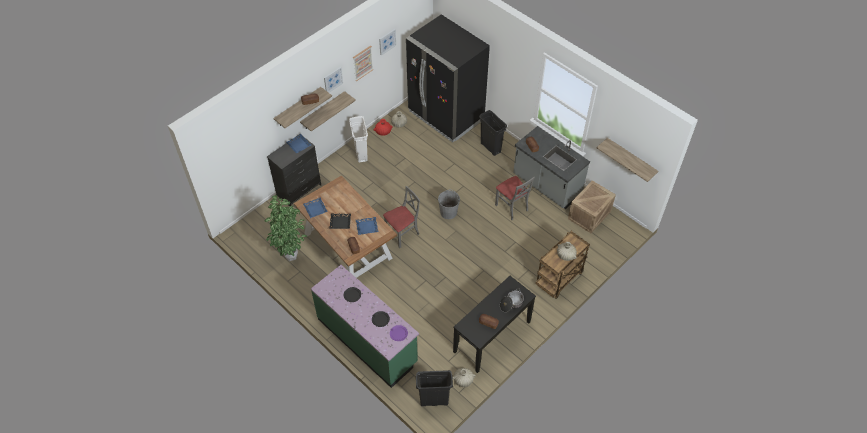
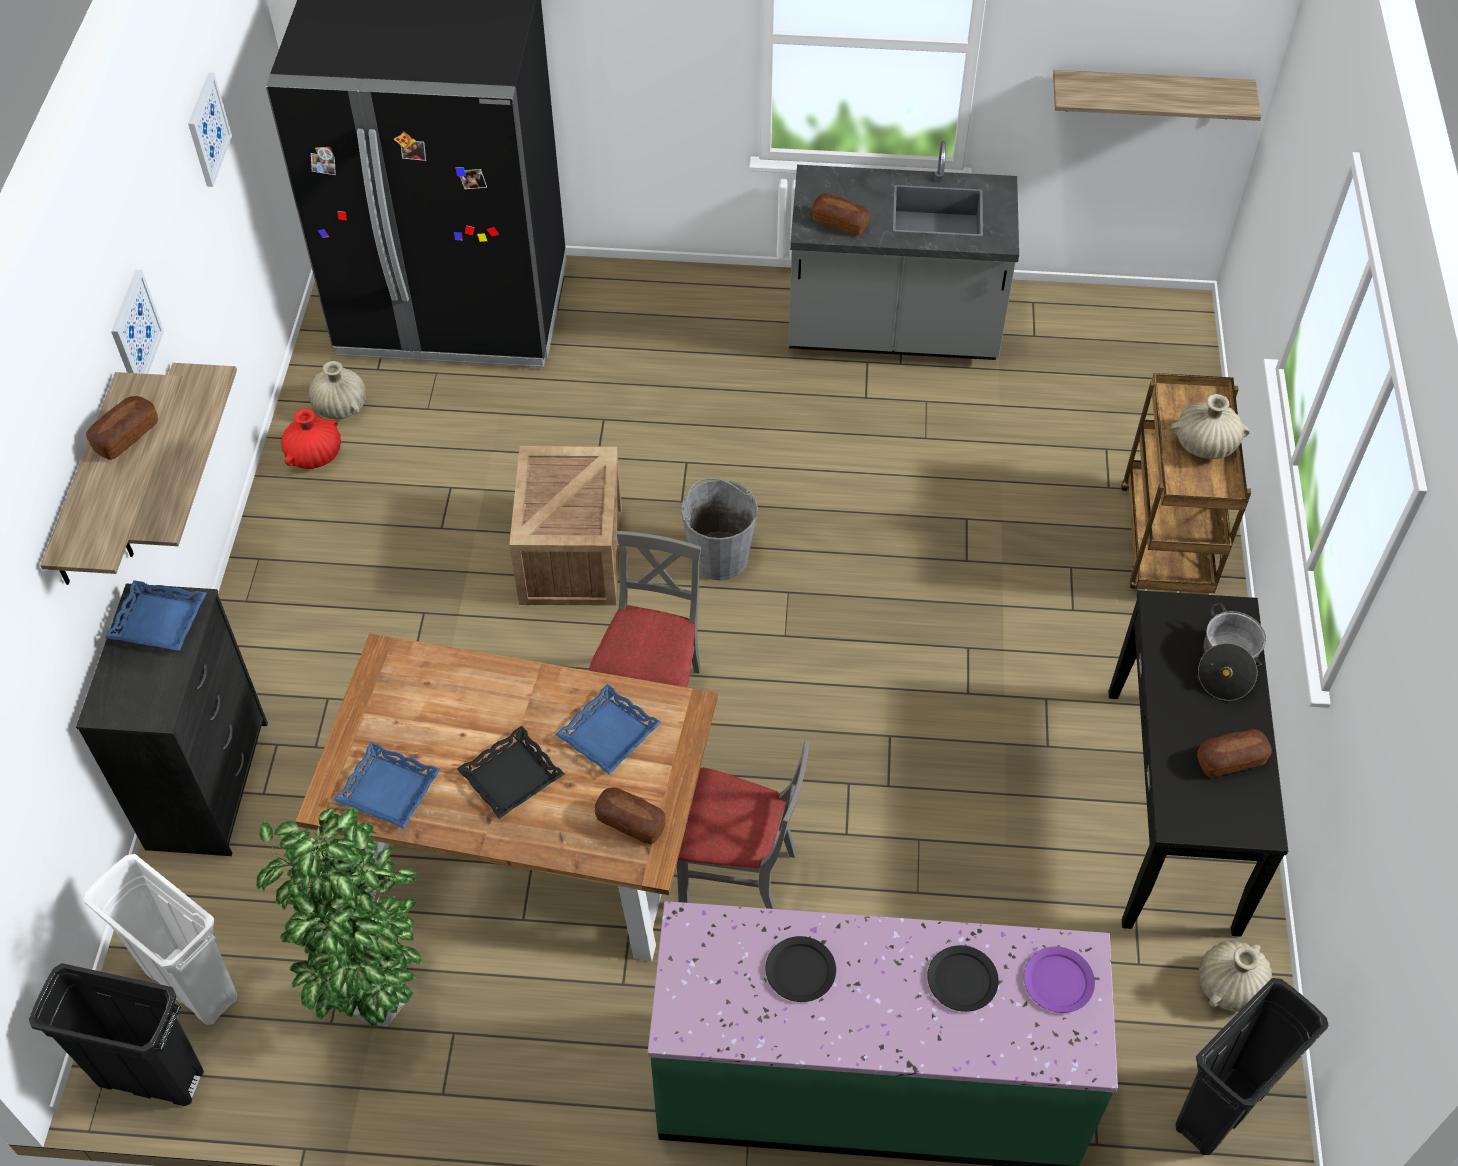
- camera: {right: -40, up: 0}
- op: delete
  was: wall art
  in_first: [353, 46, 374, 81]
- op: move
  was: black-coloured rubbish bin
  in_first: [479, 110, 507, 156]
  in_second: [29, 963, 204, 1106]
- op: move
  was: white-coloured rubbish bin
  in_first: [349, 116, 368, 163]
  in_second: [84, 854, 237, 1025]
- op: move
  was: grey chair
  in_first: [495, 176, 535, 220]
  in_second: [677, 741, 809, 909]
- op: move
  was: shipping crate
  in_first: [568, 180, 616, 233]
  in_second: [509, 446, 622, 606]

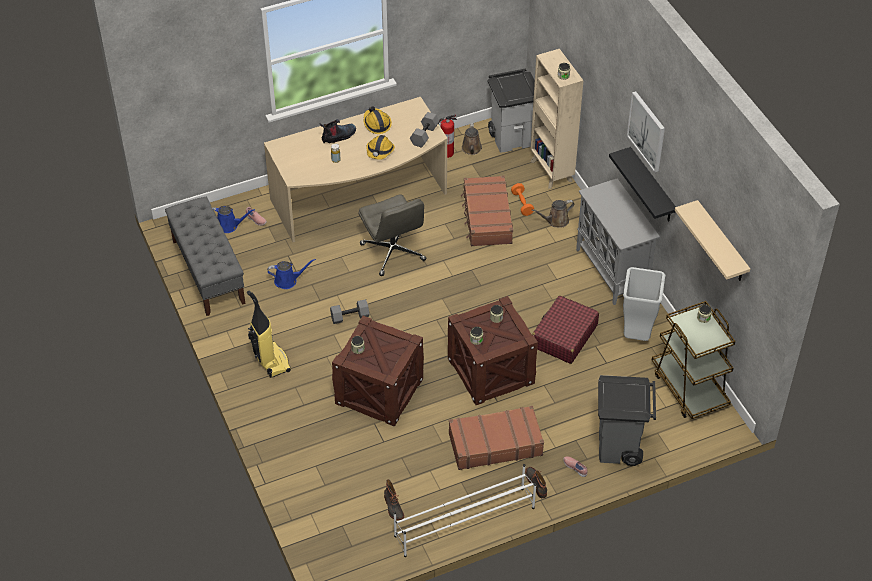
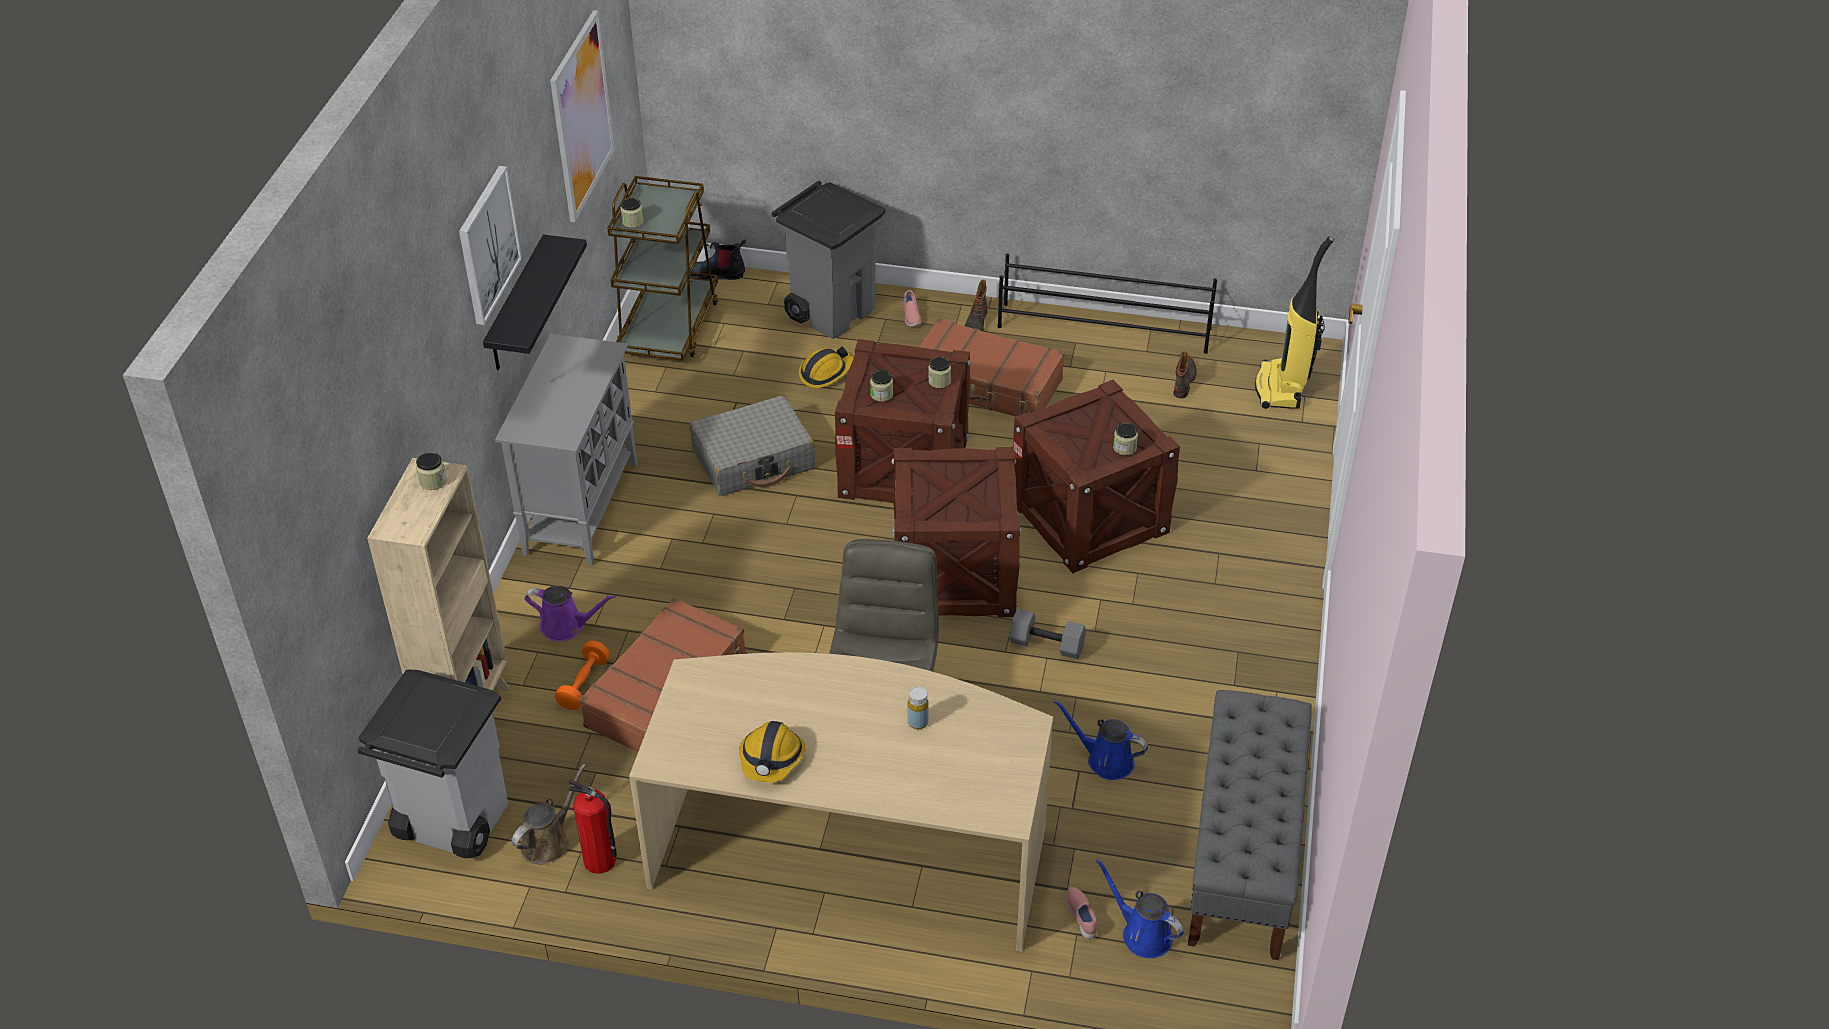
- camera: {right: -145, up: -5}
- op: delete
  was: grey hand weight
  in_first: [410, 112, 440, 148]
- op: move
  was: tall boot
  in_first: [319, 119, 356, 144]
  in_second: [690, 240, 746, 280]
- op: move
  was: safety helmet
  in_first: [366, 135, 395, 160]
  in_second: [799, 346, 853, 388]
- op: recolor
  was: brown-coloured watering can
  now: purple watering can
  in_first: [532, 200, 574, 227]
  in_second: [525, 586, 616, 641]
- op: replace
  was: beige-coloured wall shelf
  now: wall art
  in_first: [675, 200, 750, 281]
  in_second: [550, 10, 615, 222]
- op: delete
  was: grey rubbish bin
  in_first: [623, 267, 665, 341]
- op: move
  was: vacuum
  in_first: [247, 291, 291, 378]
  in_second: [1255, 236, 1334, 409]
- op: recolor
  was: red suitcase
  now: grey suitcase
  in_first: [532, 295, 599, 364]
  in_second: [689, 396, 815, 496]
- op: recolor
  was: white-coloured shoe stand
  now: black-coloured shoe stand
  in_first: [393, 464, 536, 557]
  in_second: [997, 253, 1217, 354]
- op: insert
  now: shipping crate
  in_second: [891, 447, 1021, 617]

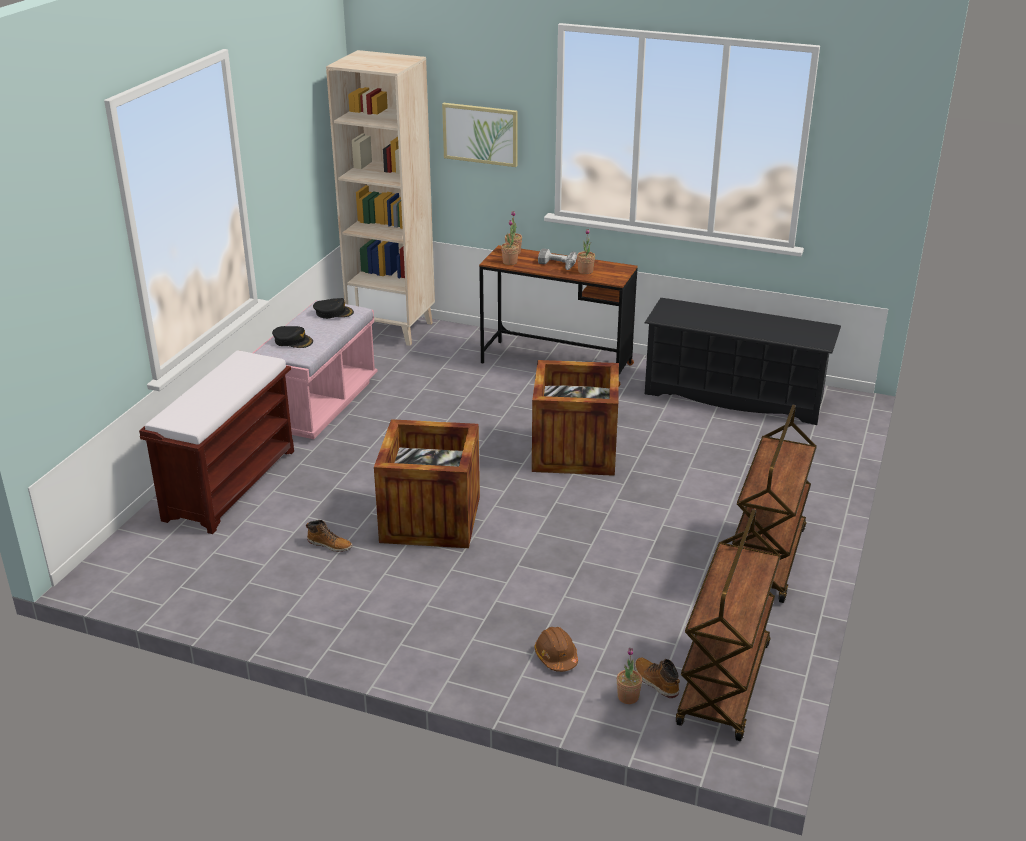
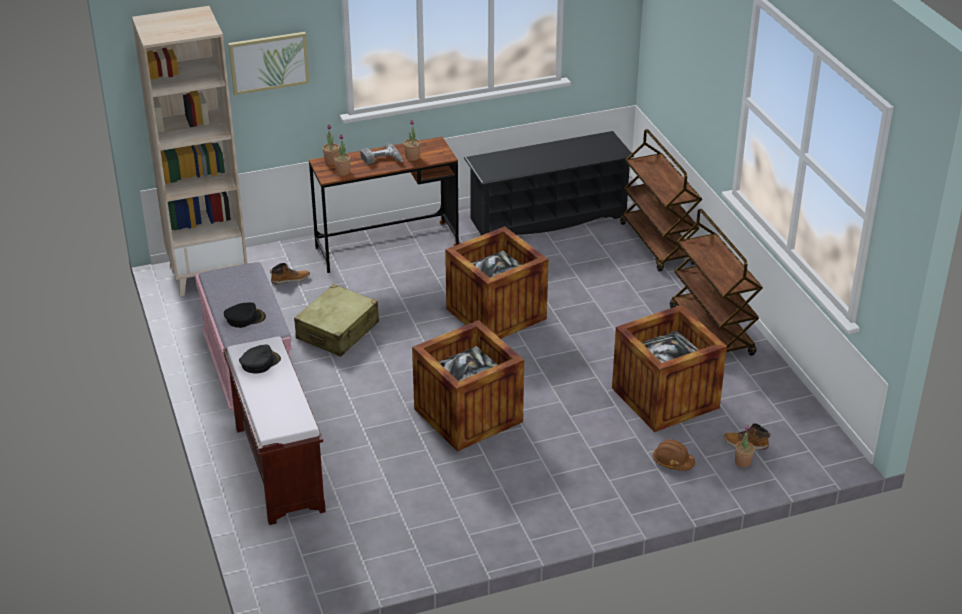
- camera: {right: -40, up: 5}
- op: move
  was: black-coloured peaked cap
  in_first: [313, 298, 354, 319]
  in_second: [239, 344, 281, 374]
- op: move
  was: brown-coloured wheeled cart
  in_first: [676, 509, 781, 741]
  in_second: [620, 129, 702, 272]
- op: move
  was: tall boot
  in_first: [306, 520, 352, 552]
  in_second: [270, 263, 310, 284]
- op: insert
  now: beige-coloured suitcase
  in_second: [294, 284, 379, 357]
- op: insert
  now: shipping crate
  in_second: [612, 305, 727, 432]

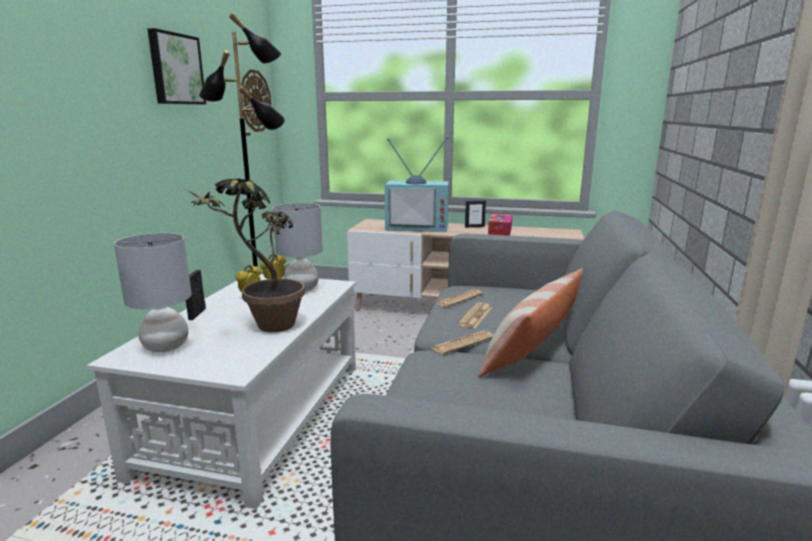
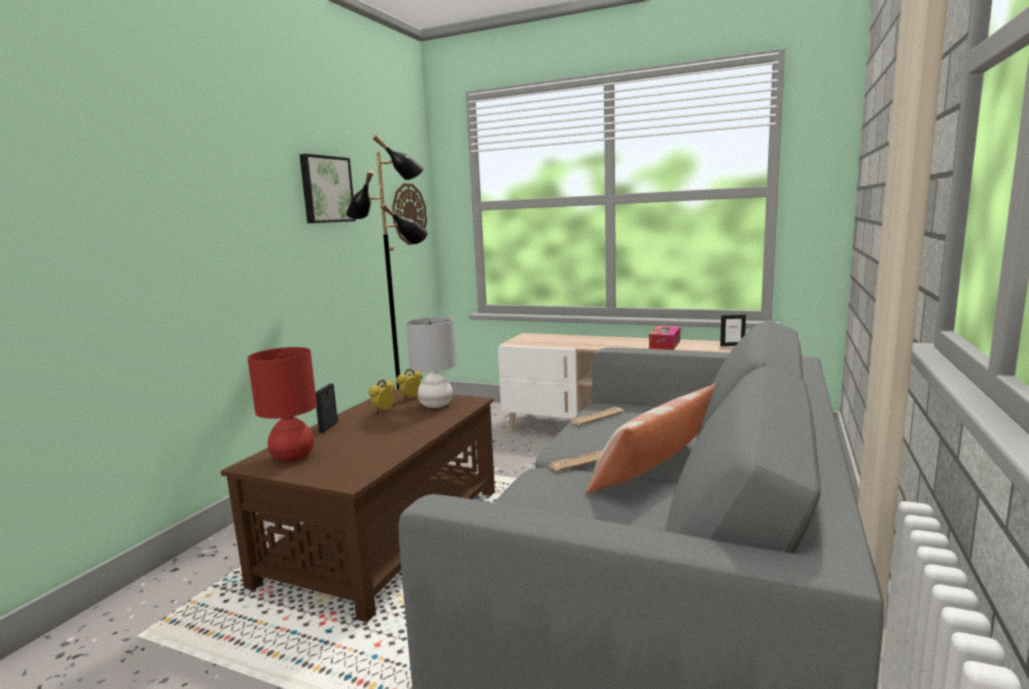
- camera: {right: 10, up: -5}
- op: delete
  was: TV
  in_first: [385, 136, 449, 232]
- op: delete
  was: houseplant
  in_first: [182, 178, 305, 332]
- op: move
  was: photo frame
  in_first: [465, 201, 486, 228]
  in_second: [720, 314, 746, 346]
- op: recolor
  was: grey tabletop lamp
  now: red tabletop lamp
  in_first: [114, 233, 192, 352]
  in_second: [247, 347, 317, 461]
- op: recolor
  was: white-coloured lounge table
  now: brown-coloured lounge table
  in_first: [87, 274, 356, 509]
  in_second: [221, 389, 495, 622]
- op: delete
  was: printed paper
  in_first: [458, 302, 492, 328]

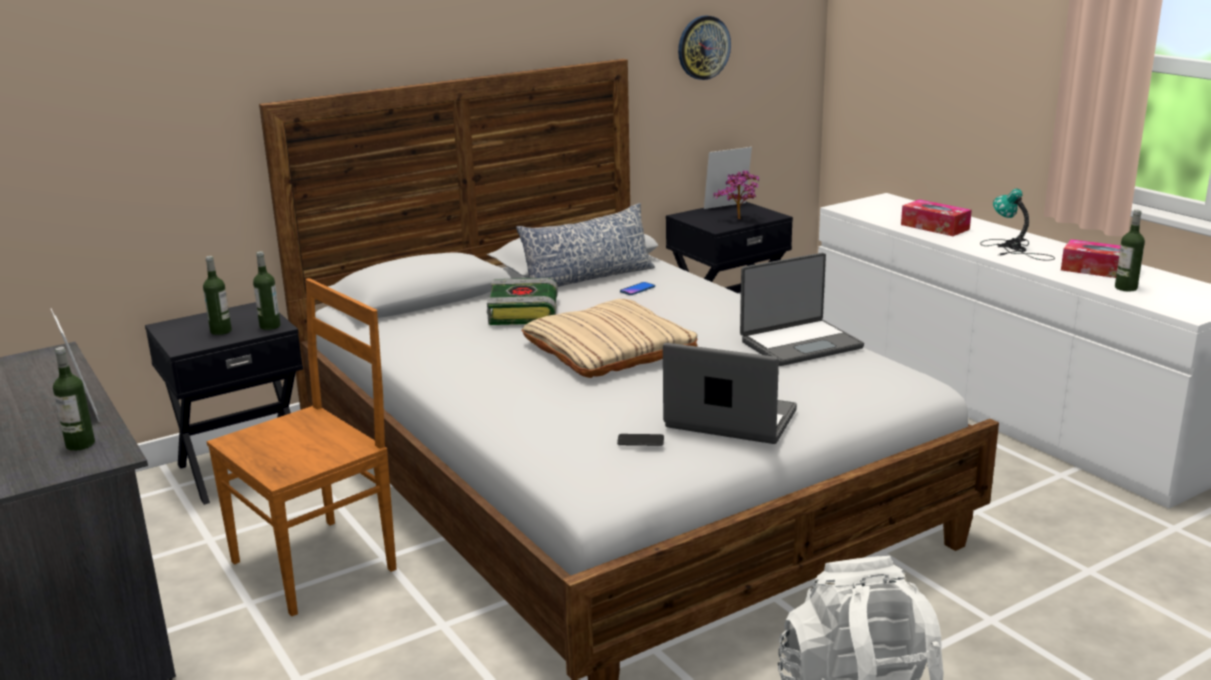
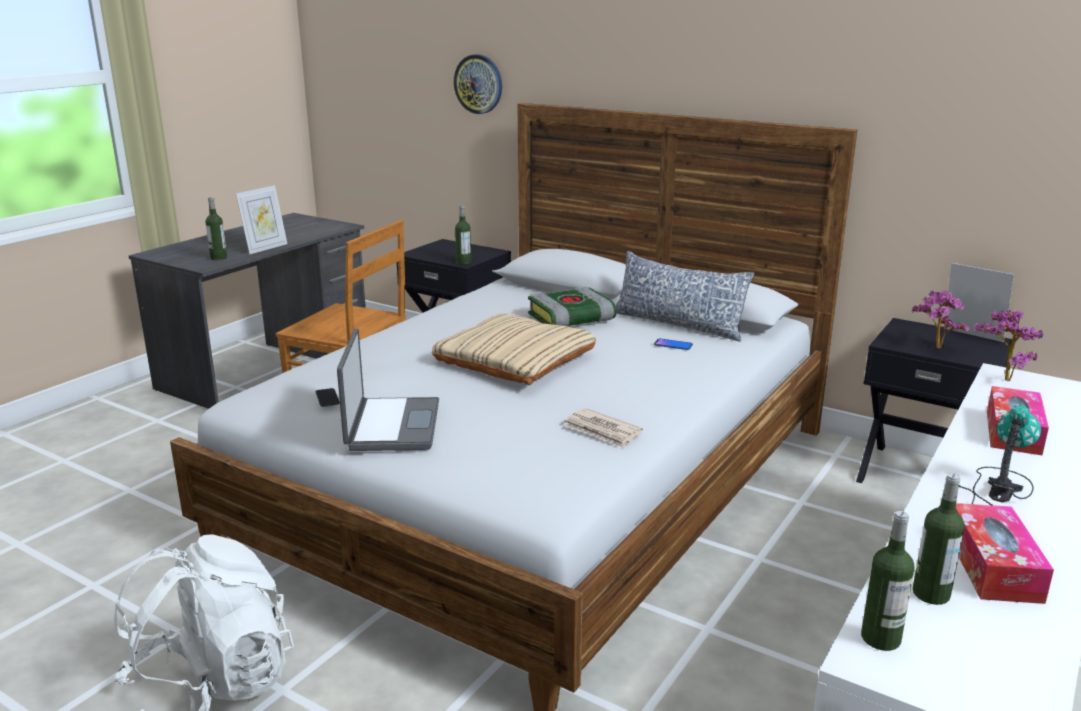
- camera: {right: 65, up: 0}
- op: move
  was: clock on the wall
  in_first: [678, 15, 731, 80]
  in_second: [454, 54, 502, 114]
- op: replace
  was: portable computer
  now: printed paper
  in_first: [740, 253, 864, 366]
  in_second: [564, 408, 643, 448]
- op: move
  was: beverage bottle
  in_first: [203, 256, 232, 335]
  in_second: [861, 511, 914, 651]
- op: insert
  now: houseplant
  in_second: [975, 310, 1043, 381]

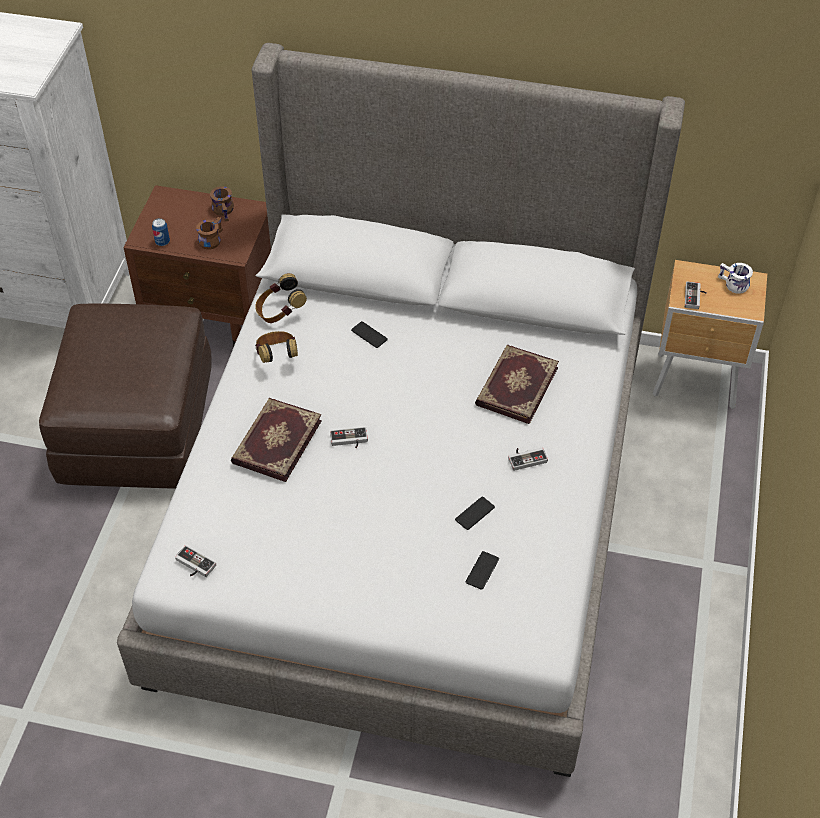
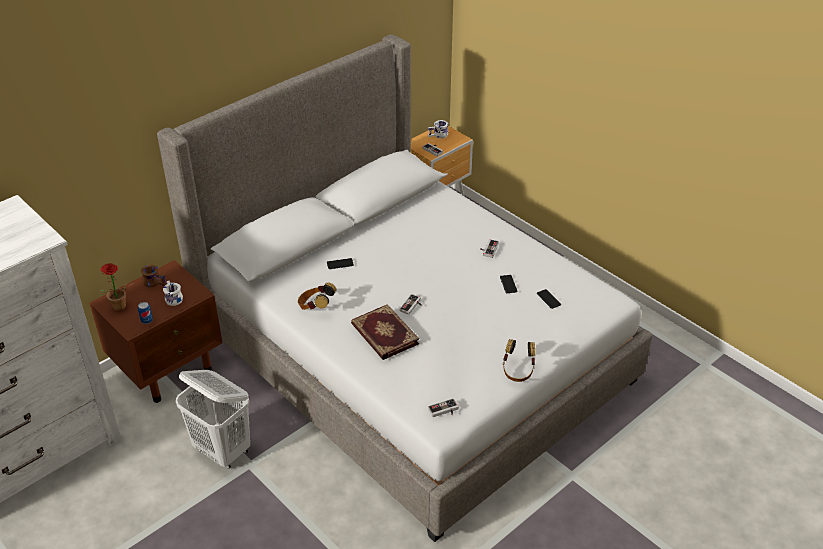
- camera: {right: -55, up: -10}
- op: recolor
  was: brown-coloured mug
  now: white-coloured mug
  in_first: [196, 217, 223, 250]
  in_second: [163, 281, 183, 306]
- op: move
  was: headphones
  in_first: [255, 273, 307, 323]
  in_second: [503, 339, 535, 382]
- op: replace
  was: brown-coloured ottoman
  now: white-coloured washing basket
  in_first: [39, 304, 212, 489]
  in_second: [176, 370, 250, 469]
- op: delete
  was: volume
  in_first: [475, 345, 559, 424]
- op: insert
  now: houseplant
  in_second: [99, 263, 134, 311]

